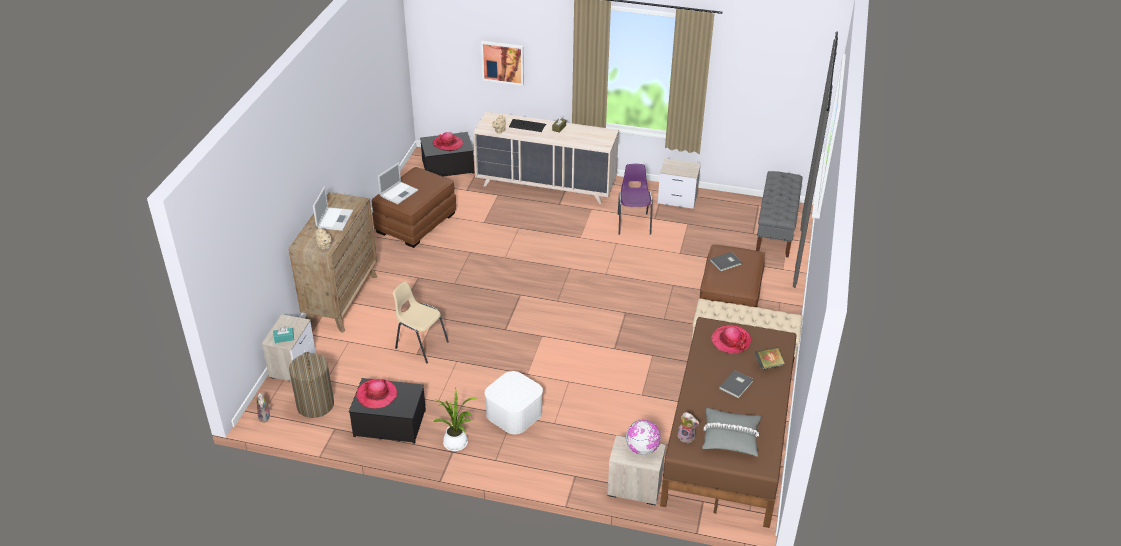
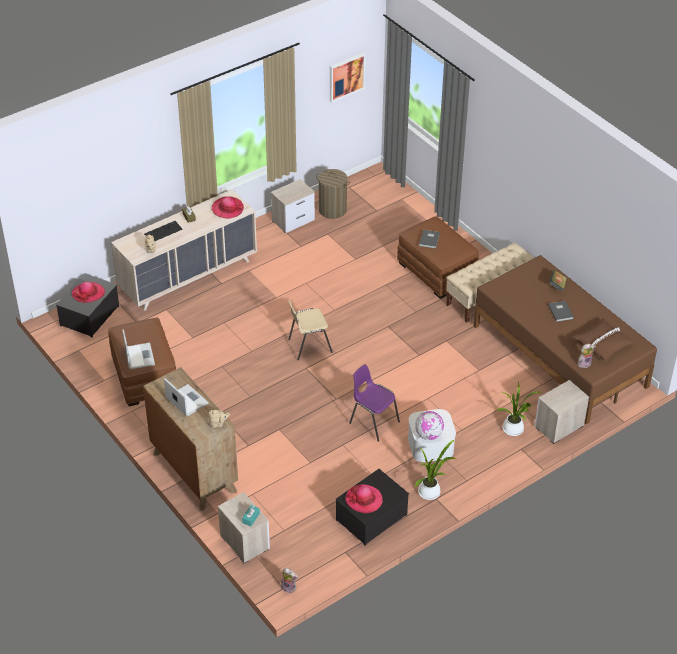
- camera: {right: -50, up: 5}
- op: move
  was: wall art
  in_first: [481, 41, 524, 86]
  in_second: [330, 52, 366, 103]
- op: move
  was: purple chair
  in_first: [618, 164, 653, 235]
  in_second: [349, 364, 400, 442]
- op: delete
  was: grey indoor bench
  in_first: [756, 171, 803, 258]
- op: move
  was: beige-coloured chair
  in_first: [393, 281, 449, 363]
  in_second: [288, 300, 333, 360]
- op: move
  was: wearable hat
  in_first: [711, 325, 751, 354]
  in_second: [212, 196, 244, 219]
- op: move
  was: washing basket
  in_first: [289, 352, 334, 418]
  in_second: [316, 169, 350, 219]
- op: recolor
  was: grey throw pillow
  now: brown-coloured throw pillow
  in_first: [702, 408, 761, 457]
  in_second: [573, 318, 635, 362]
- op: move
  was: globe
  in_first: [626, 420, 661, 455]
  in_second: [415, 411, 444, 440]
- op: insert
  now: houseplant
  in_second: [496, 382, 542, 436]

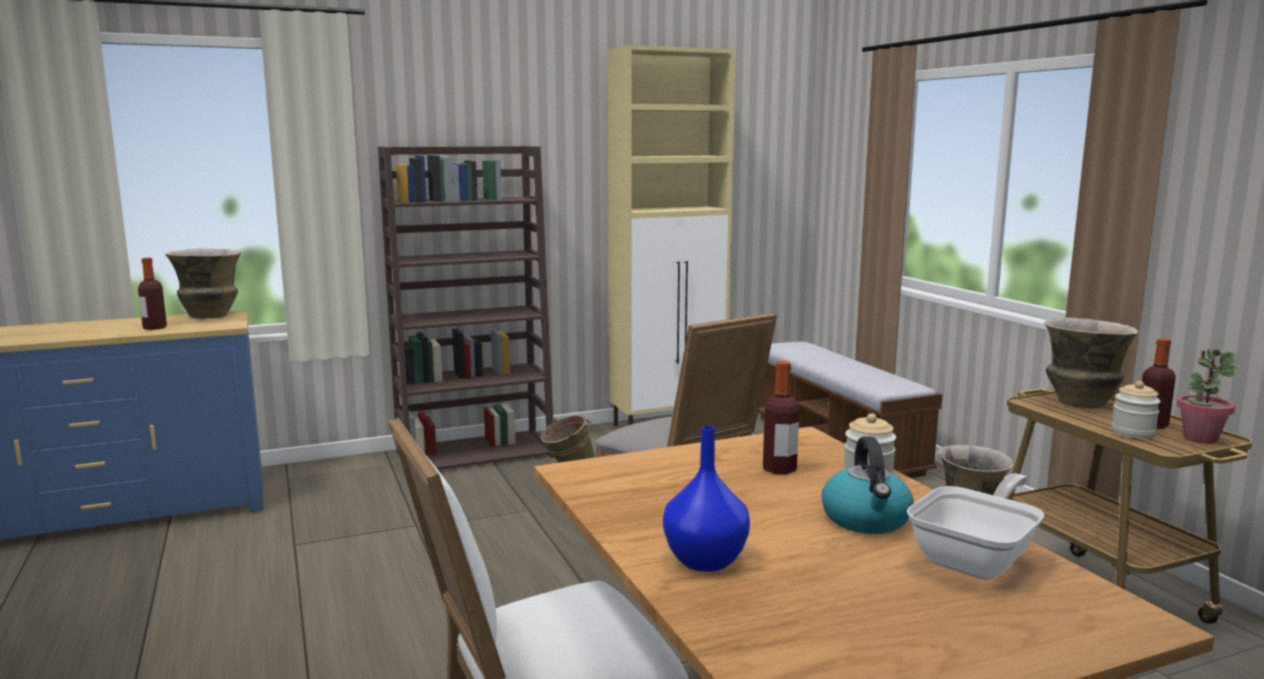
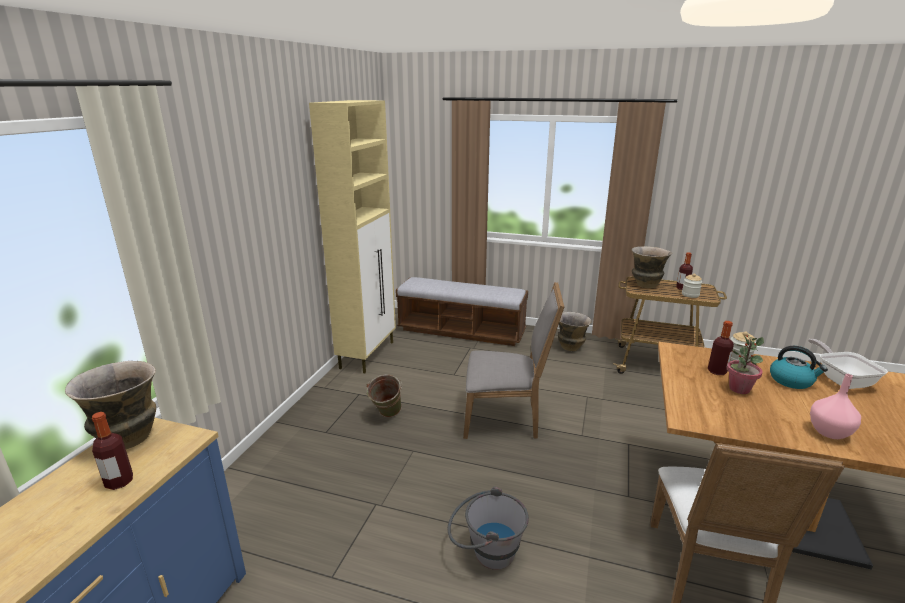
- camera: {right: -50, up: 10}
- op: delete
  was: brown-coloured bookcase
  in_first: [378, 146, 554, 470]
- op: move
  was: houseplant
  in_first: [1177, 348, 1238, 444]
  in_second: [727, 335, 764, 394]
- op: recolor
  was: blue decorative vase
  now: pink decorative vase
  in_first: [663, 426, 750, 572]
  in_second: [810, 374, 861, 439]
- op: insert
  now: grey bucket
  in_second: [448, 487, 529, 570]

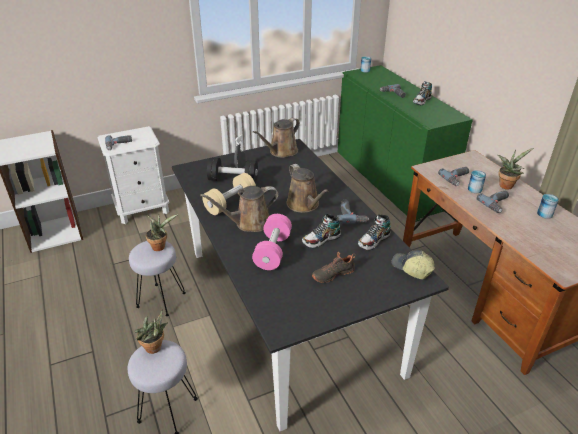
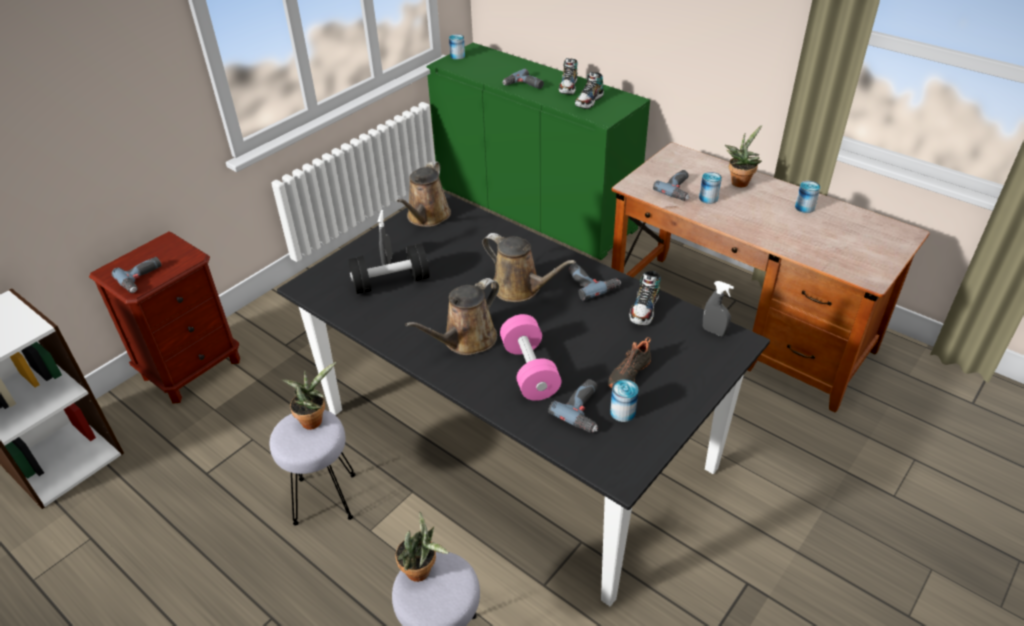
- camera: {right: -25, up: 5}
- op: recolor
  was: white-coloured bedside table
  now: brown-coloured bedside table
  in_first: [98, 126, 170, 224]
  in_second: [89, 232, 240, 404]
- op: delete
  was: beige-coloured hand weight
  in_first: [202, 173, 256, 215]
- op: move
  was: drill
  in_first: [477, 191, 509, 213]
  in_second: [548, 379, 598, 433]
- op: move
  was: low shoe
  in_first: [302, 214, 341, 248]
  in_second: [575, 72, 604, 109]
- op: replace
  was: peaked cap
  now: grey sprayer
  in_first: [391, 250, 435, 280]
  in_second: [703, 281, 734, 336]
- op: insert
  now: metal can
  in_second: [610, 379, 638, 422]

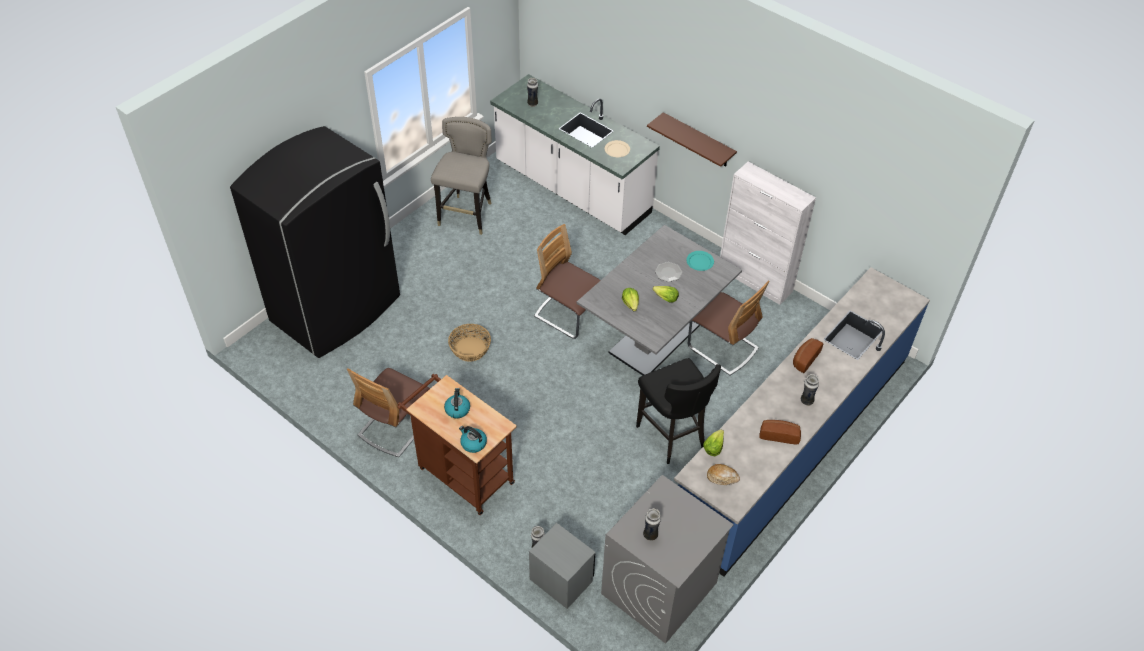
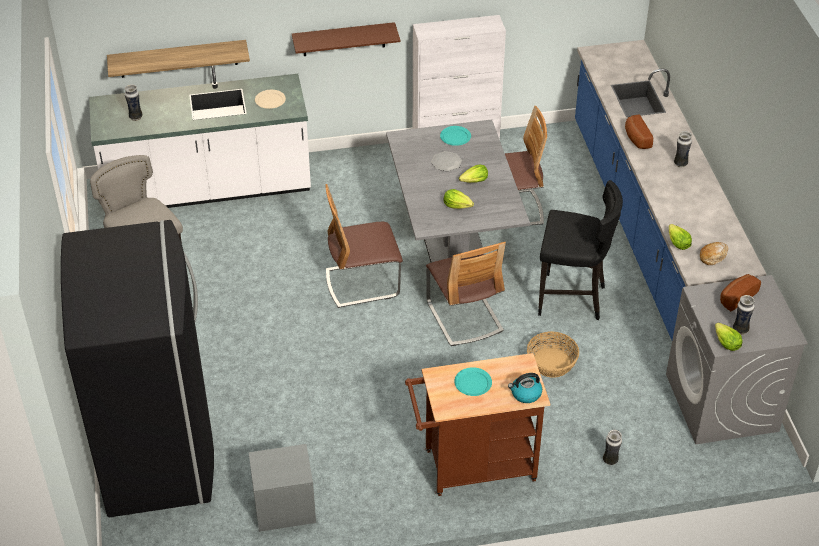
- camera: {right: -50, up: -5}
- op: move
  was: household basket
  in_first: [448, 324, 491, 362]
  in_second: [527, 331, 579, 378]
- op: move
  was: chair
  in_first: [347, 368, 430, 457]
  in_second: [426, 242, 506, 346]
- op: replace
  was: water kettle
  now: blue-green plate
  in_first: [444, 388, 470, 418]
  in_second: [454, 367, 492, 396]
- op: move
  was: bread
  in_first: [759, 420, 801, 445]
  in_second: [720, 274, 761, 311]
- op: move
  was: grey bedside table
  in_first: [529, 523, 596, 609]
  in_second: [249, 444, 316, 532]
- op: insert
  now: wall shelf
  in_second: [107, 40, 250, 78]
- op: insert
  now: head of lettuce
  in_second: [715, 322, 743, 351]

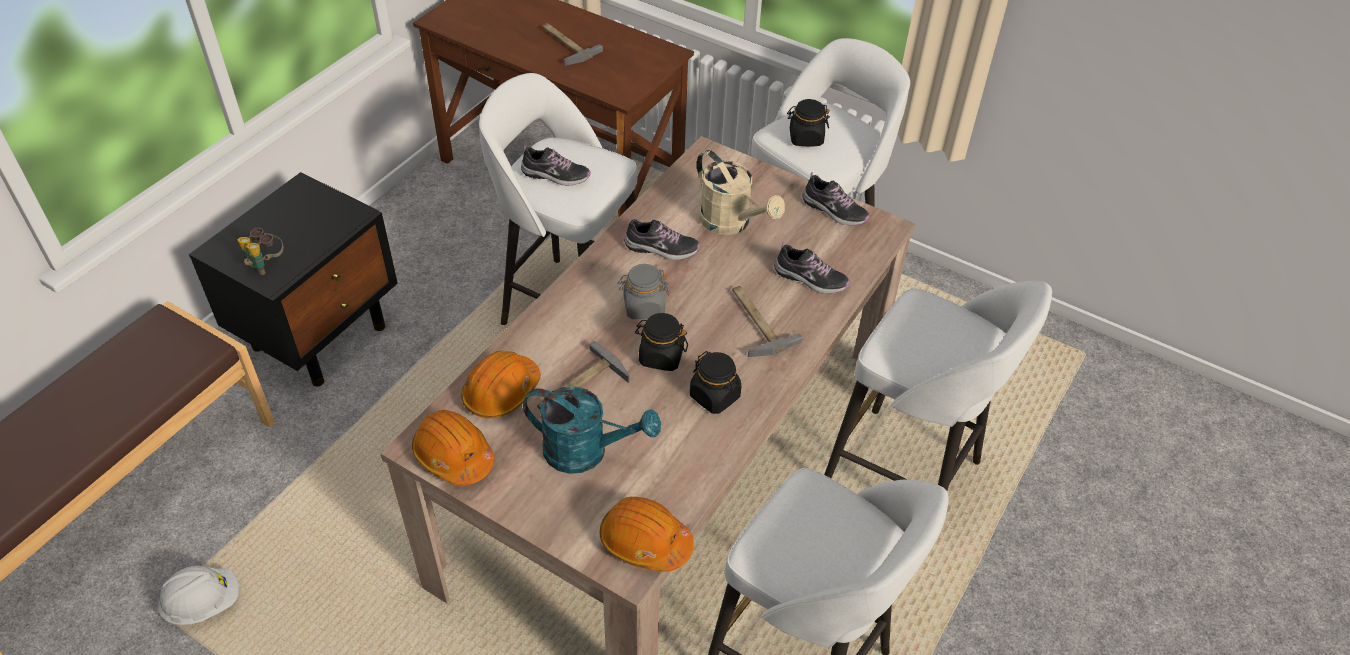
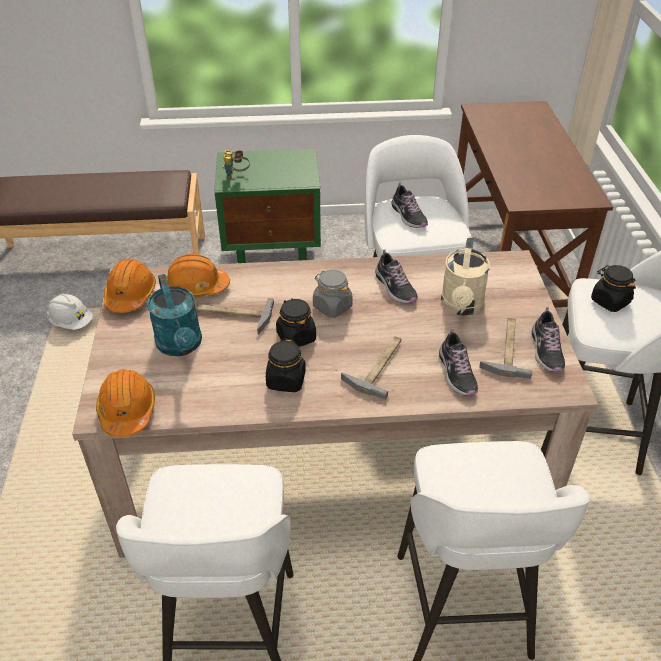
- camera: {right: 55, up: -5}
- op: move
  was: hand hammer
  in_first: [542, 23, 603, 66]
  in_second: [479, 318, 532, 379]
- op: recolor
  was: black-coloured bedside table
  now: green bedside table
  in_first: [189, 172, 398, 387]
  in_second: [214, 149, 321, 263]

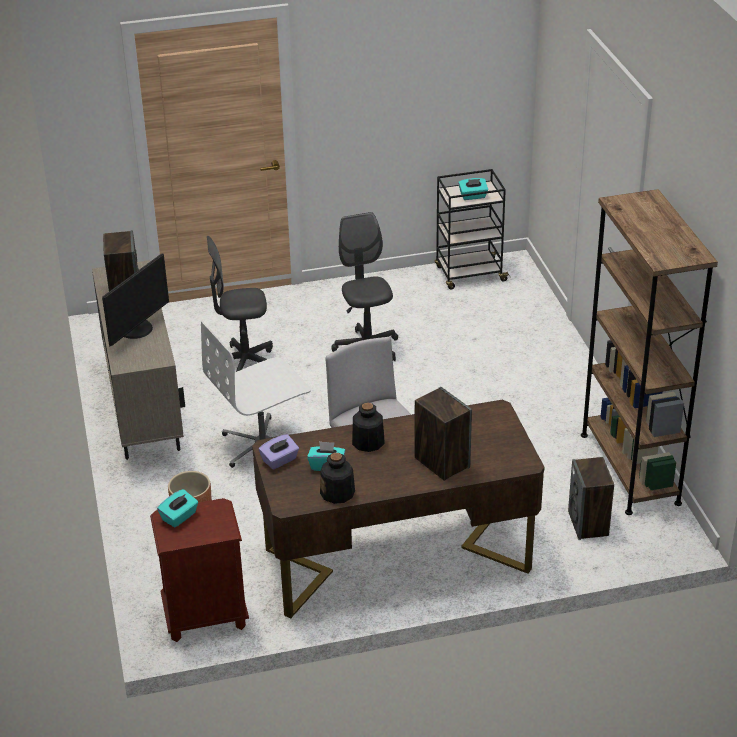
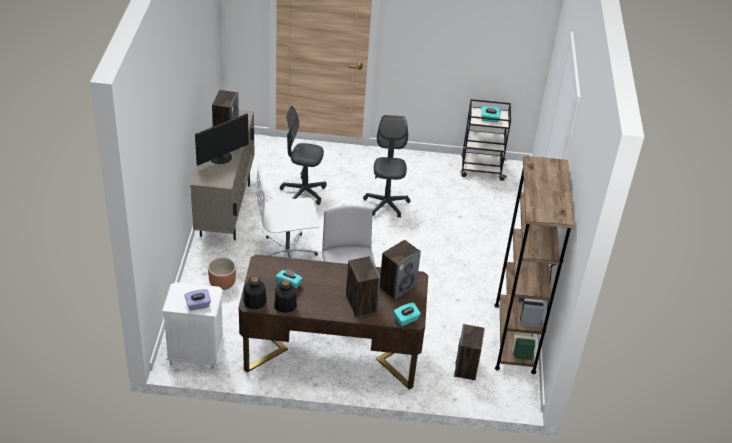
- camera: {right: 15, up: 5}
- op: move
  was: beverage bottle
  in_first: [352, 403, 385, 452]
  in_second: [243, 277, 267, 309]
- op: move
  was: purple tissue box
  in_first: [259, 434, 299, 470]
  in_second: [185, 289, 211, 311]
- op: move
  was: blue-green tissue box
  in_first: [157, 489, 198, 527]
  in_second: [393, 303, 421, 326]
- op: recolor
  was: brown-coloured bedside table
  now: white-coloured bedside table
  in_first: [150, 498, 249, 642]
  in_second: [162, 282, 225, 370]
- op: insert
  now: speaker
  in_second: [380, 240, 421, 300]

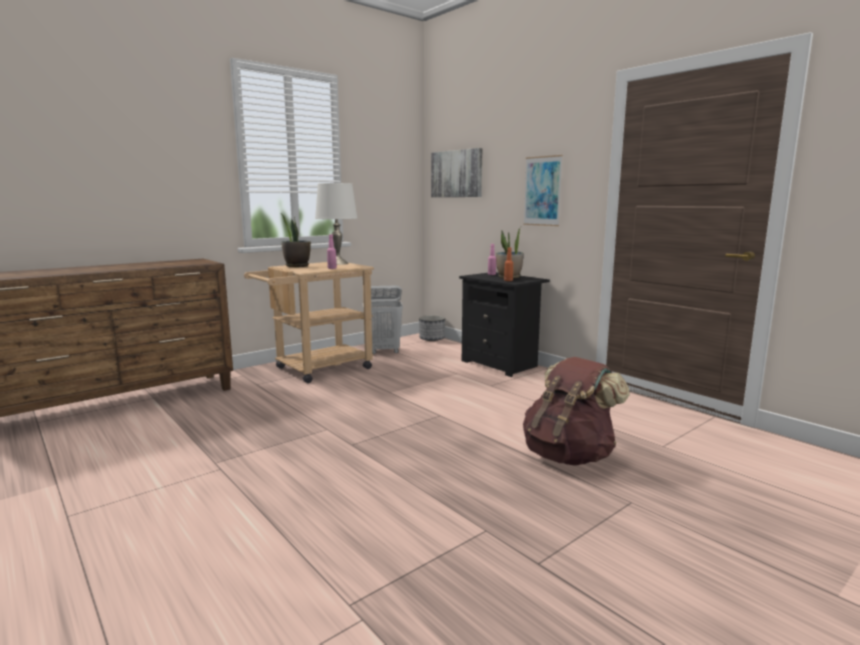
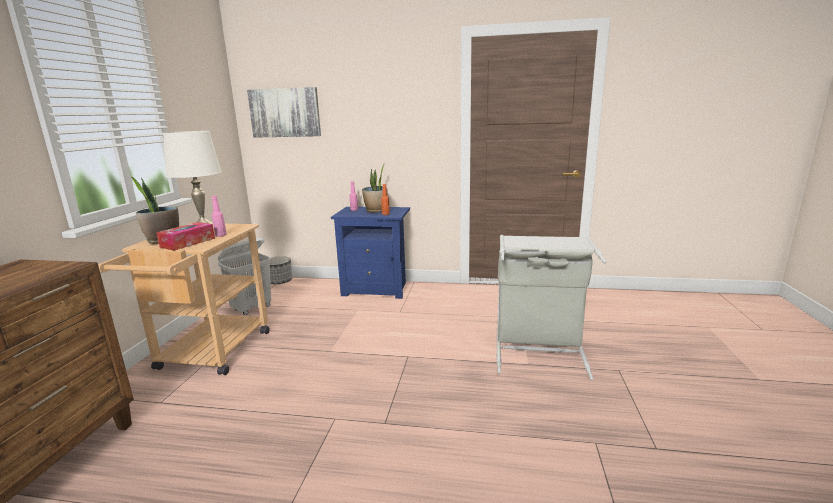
- camera: {right: -40, up: 5}
- op: delete
  was: wall art
  in_first: [523, 155, 563, 226]
- op: recolor
  was: black-coloured bedside table
  now: blue bedside table
  in_first: [459, 272, 550, 377]
  in_second: [331, 207, 410, 299]
- op: replace
  was: brown-coloured knapsack
  now: grey washing basket
  in_first: [523, 357, 630, 466]
  in_second: [496, 235, 607, 380]
- op: insert
  now: tissue box
  in_second: [156, 222, 215, 251]

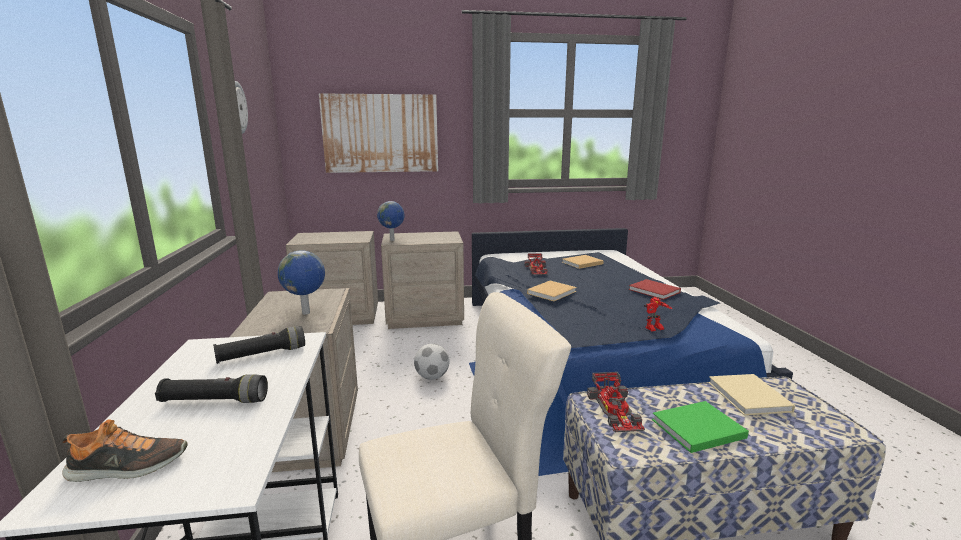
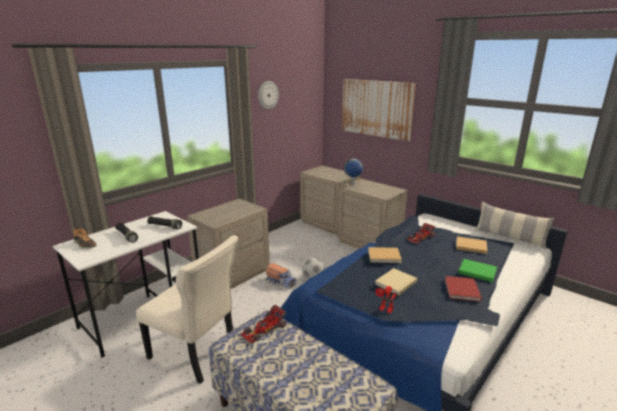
- camera: {right: 50, up: 5}
- op: delete
  was: globe
  in_first: [278, 250, 325, 315]
- op: move
  was: beige-coloured volume
  in_first: [708, 374, 795, 416]
  in_second: [375, 268, 417, 295]
- op: move
  was: green volume
  in_first: [652, 401, 749, 453]
  in_second: [458, 259, 497, 282]
- op: insert
  now: throw pillow
  in_second: [474, 201, 554, 249]
- op: insert
  now: toy truck
  in_second: [266, 263, 296, 289]

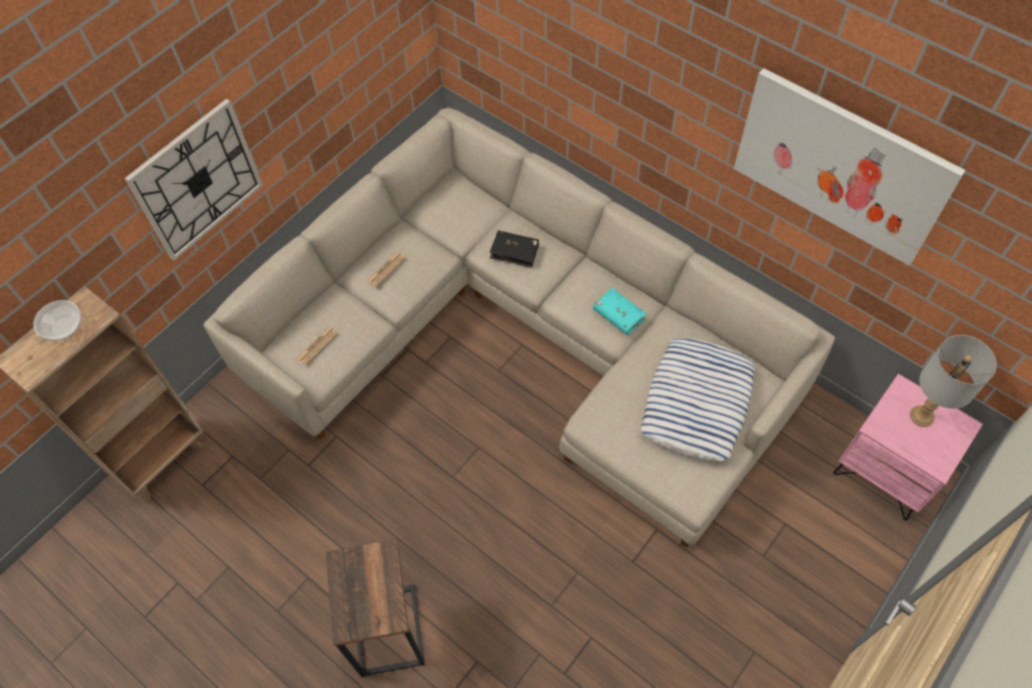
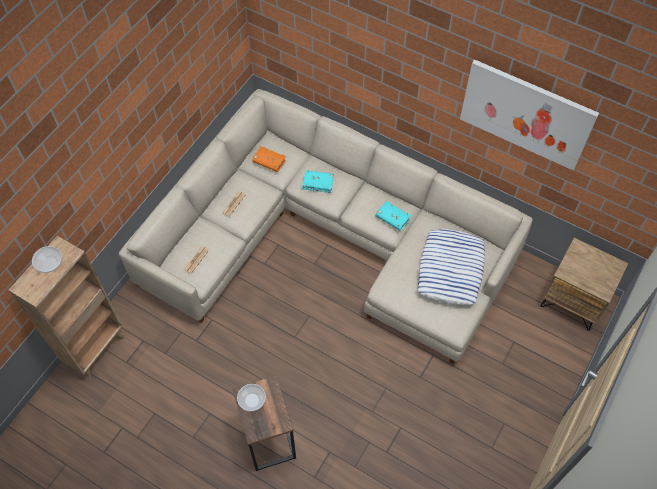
- camera: {right: -10, up: 0}
- op: delete
  was: clock on the wall
  in_first: [124, 99, 263, 261]
- op: recolor
  was: black-coloured volume
  now: blue-green volume
  in_first: [490, 230, 539, 268]
  in_second: [302, 170, 334, 193]
- op: delete
  was: grey tabletop lamp
  in_first: [910, 335, 997, 427]
- op: recolor
  was: pink bedside table
  now: brown-coloured bedside table
  in_first: [833, 374, 983, 521]
  in_second: [540, 238, 628, 331]
- op: insert
  now: orange volume
  in_second: [252, 146, 286, 172]
- op: insert
  now: serving bowl
  in_second: [237, 384, 266, 412]

